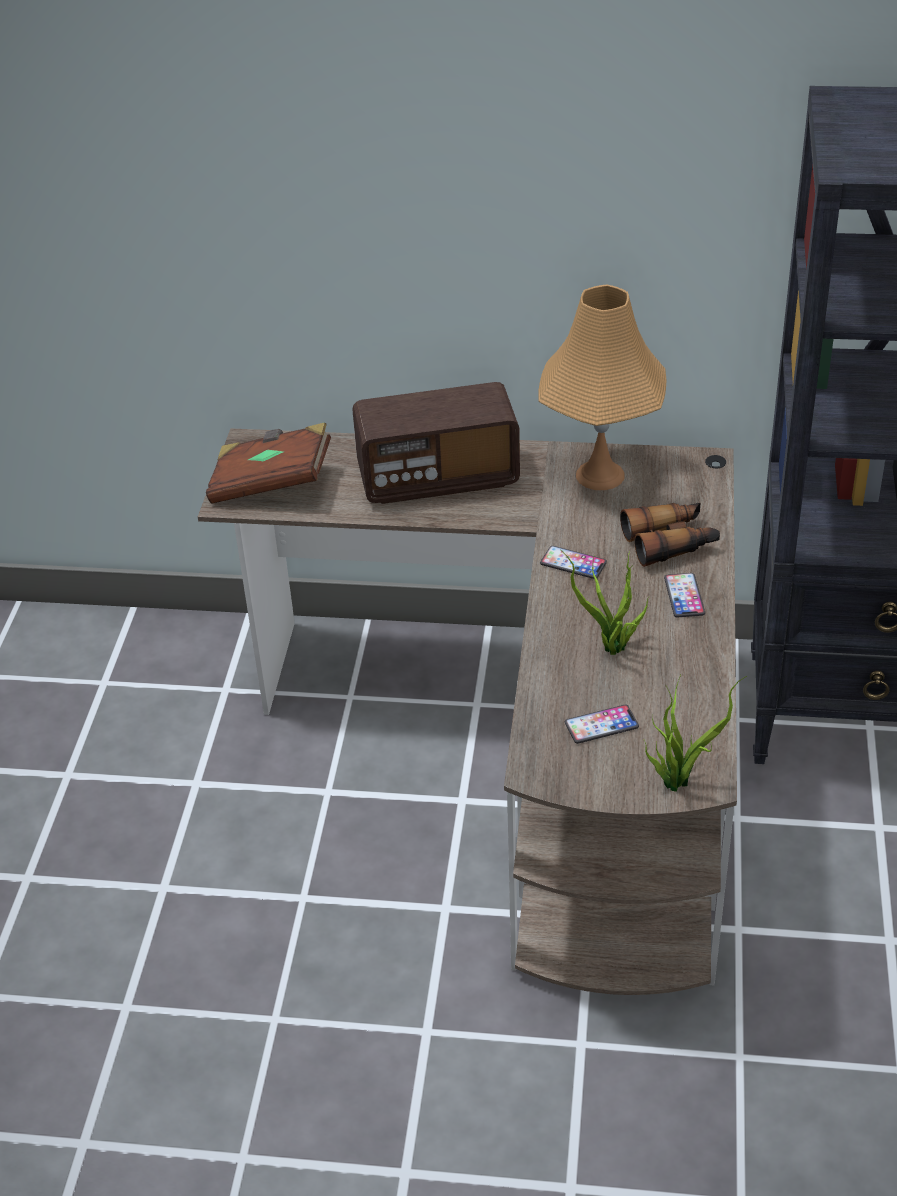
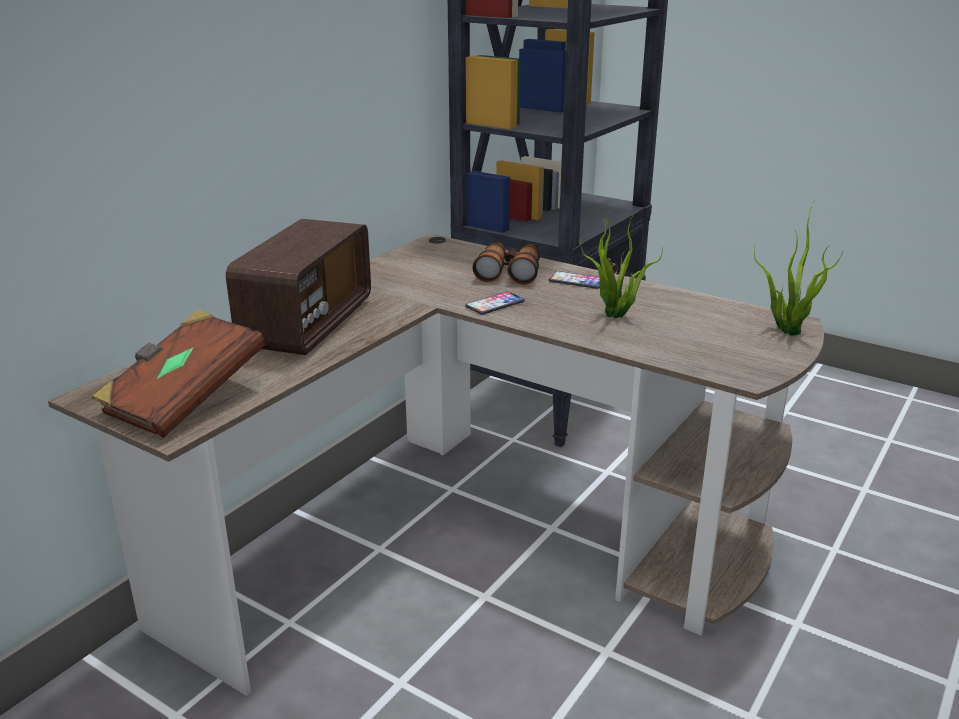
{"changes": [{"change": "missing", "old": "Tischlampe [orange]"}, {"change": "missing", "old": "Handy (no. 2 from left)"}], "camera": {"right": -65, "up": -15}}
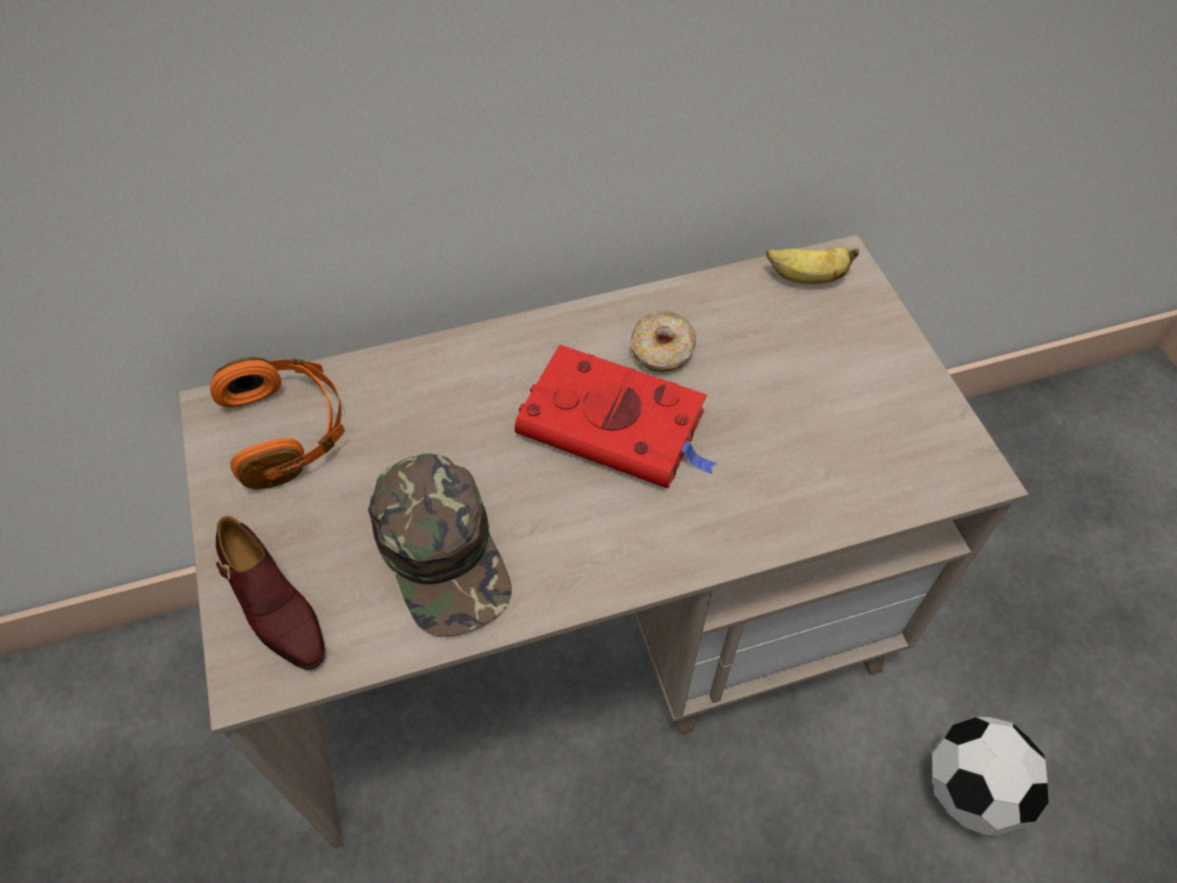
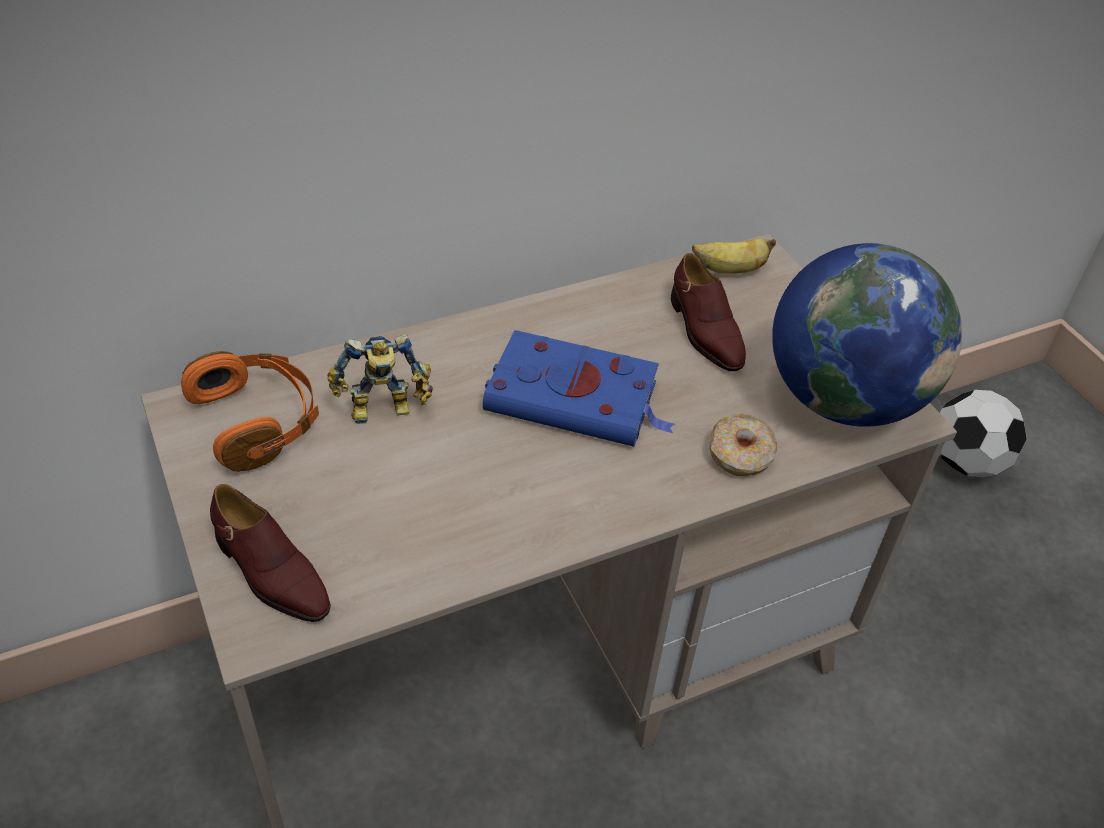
{"changes": [{"change": "missing", "old": "Kappe [grün]"}, {"change": "colour", "old": "Buch [rot]", "new": "Buch [blau]"}, {"change": "relocated", "old": "Donut"}, {"change": "relocated", "old": "Fußball"}, {"change": "appeared", "new": "Spielzeugroboter"}, {"change": "appeared", "new": "Schuh [braun] (no. 2 from left)"}, {"change": "appeared", "new": "Globus"}], "camera": {"right": -10, "up": -10}}
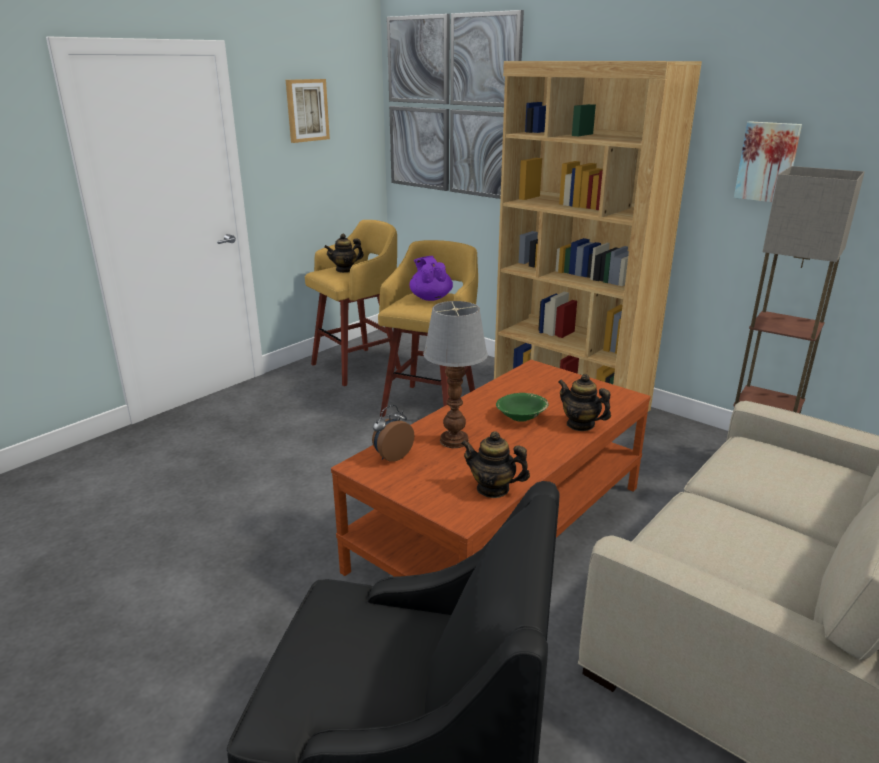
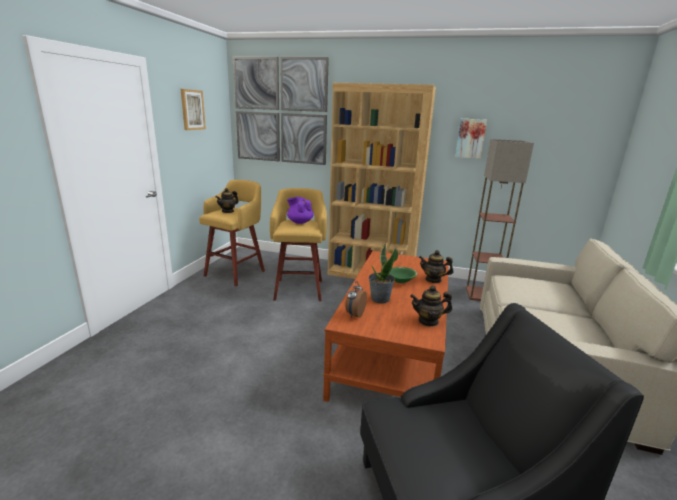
{"changes": [{"change": "exchanged", "old": "Tischlampe", "new": "Topfpflanze"}], "camera": {"right": -25, "up": -5}}
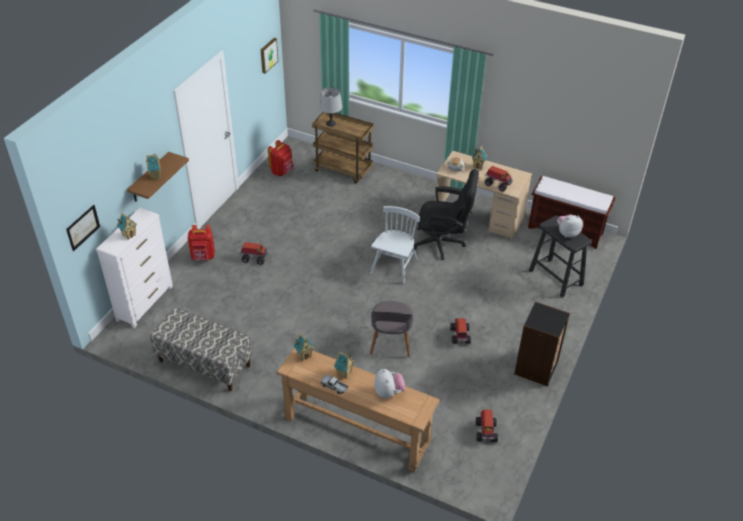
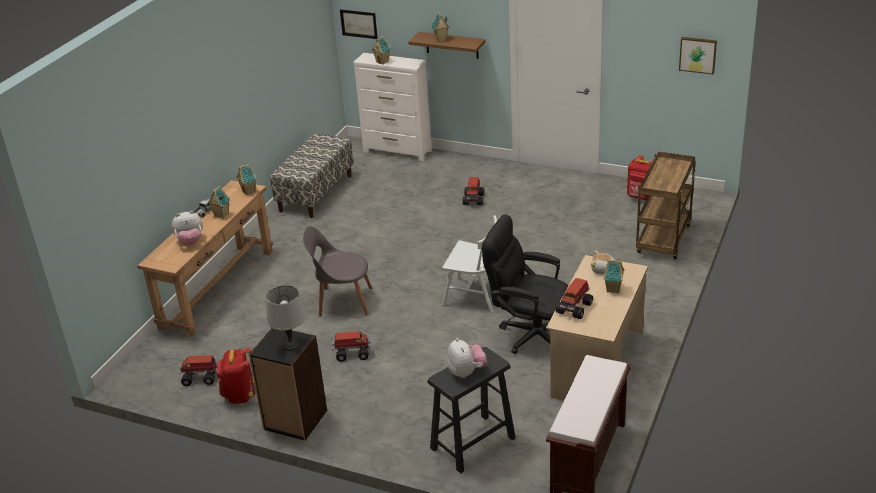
{"changes": [{"change": "relocated", "old": "Rucksack [rot] (no. 1 from left)"}, {"change": "relocated", "old": "Tischlampe [grau]"}, {"change": "spun", "old": "Bürostuhl [schwarz]", "degrees": 105}], "camera": {"right": 90, "up": -10}}
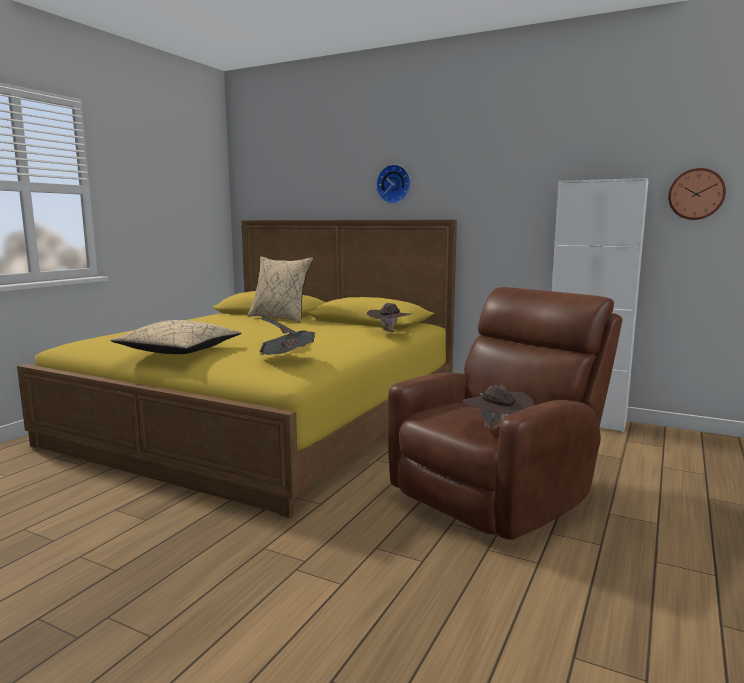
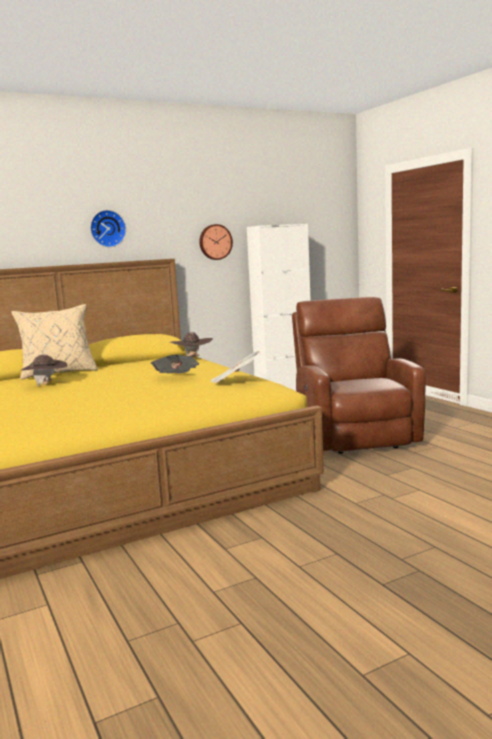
{"changes": [{"change": "missing", "old": "Kissen [beige] (no. 1 from left)"}, {"change": "relocated", "old": "Hut [braun] (no. 2 from left in the first image)", "new": "Hut [braun] (no. 1 from left)"}, {"change": "relocated", "old": "Wanduhr (no. 2 from left)"}], "camera": {"right": -55, "up": 0}}
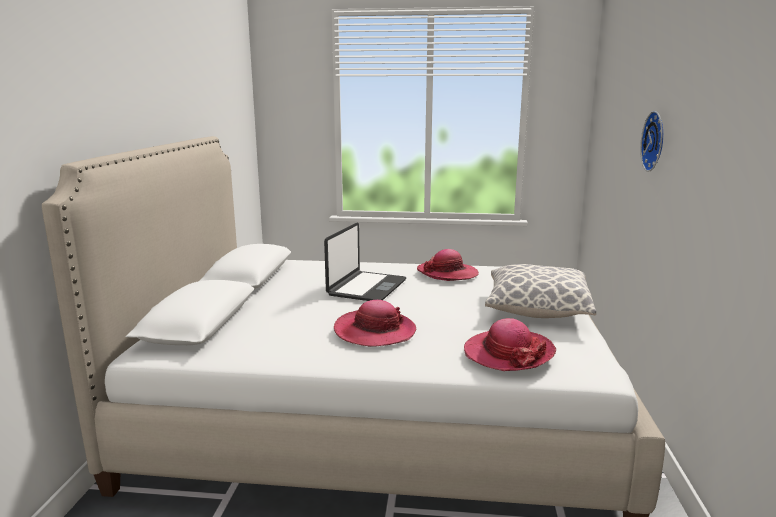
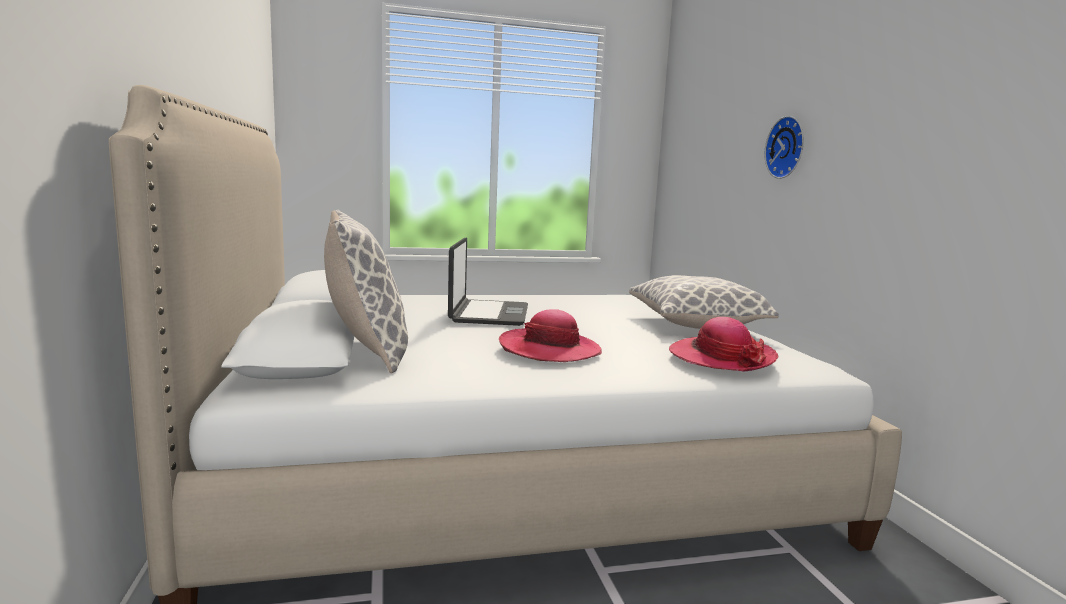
{"changes": [{"change": "missing", "old": "Hut (no. 2 from left)"}, {"change": "appeared", "new": "Kissen (no. 1 from left)"}], "camera": {"right": -20, "up": -5}}
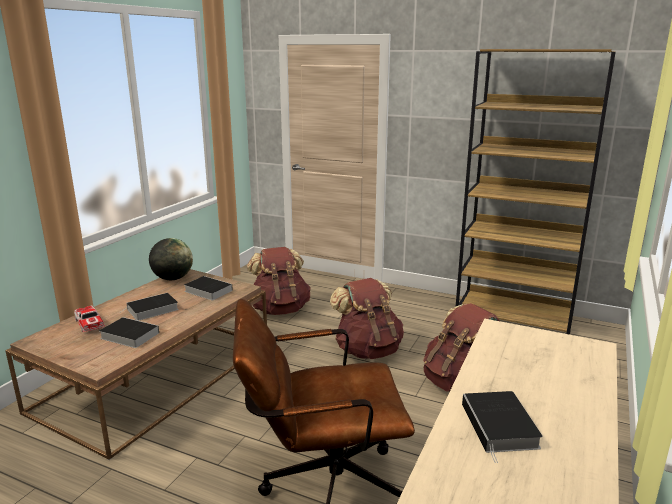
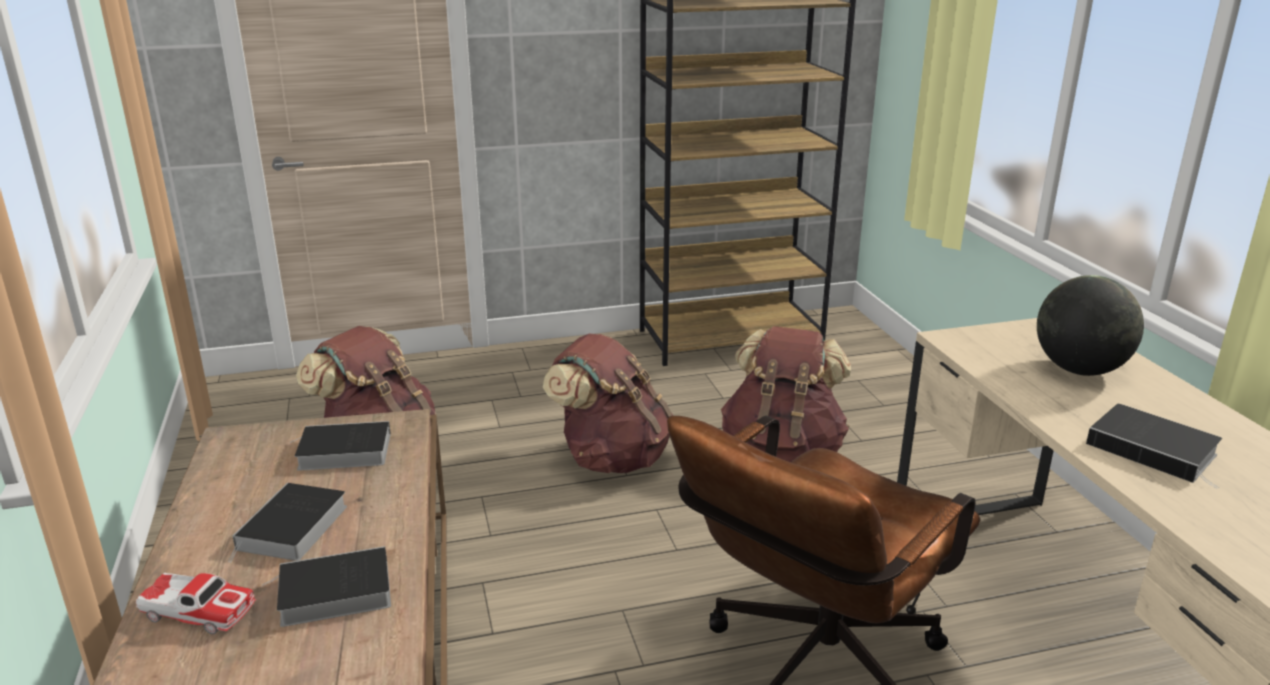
{"changes": [{"change": "relocated", "old": "Globus"}], "camera": {"right": -40, "up": 5}}
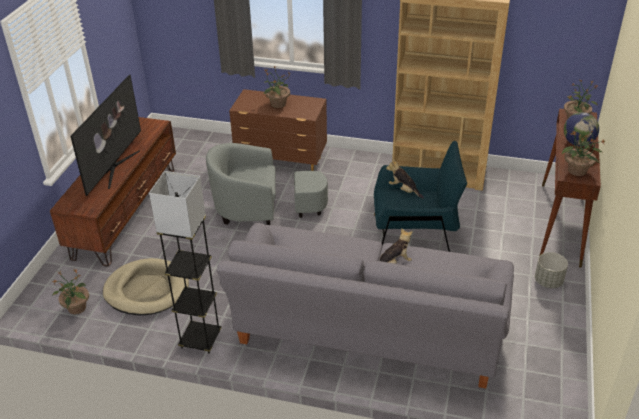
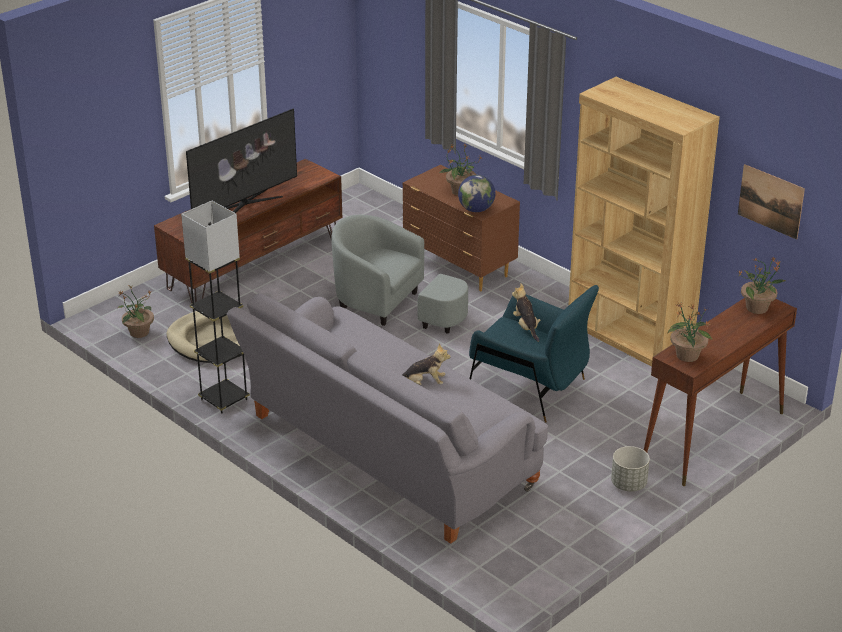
{"changes": [{"change": "relocated", "old": "Globus"}, {"change": "appeared", "new": "Bild"}], "camera": {"right": 30, "up": -5}}
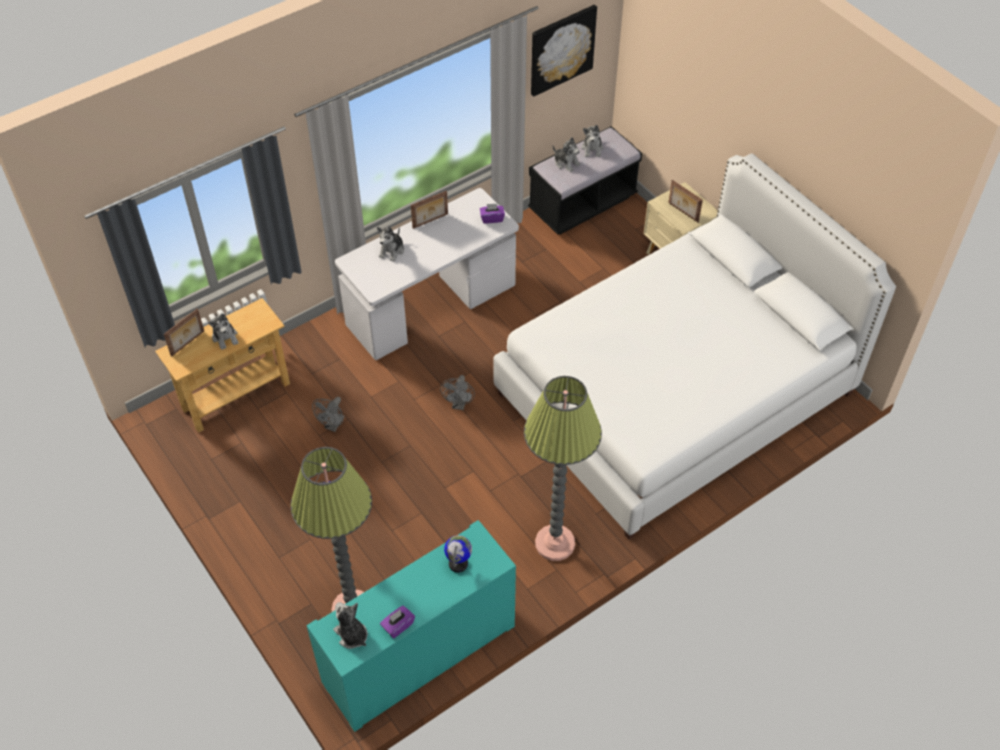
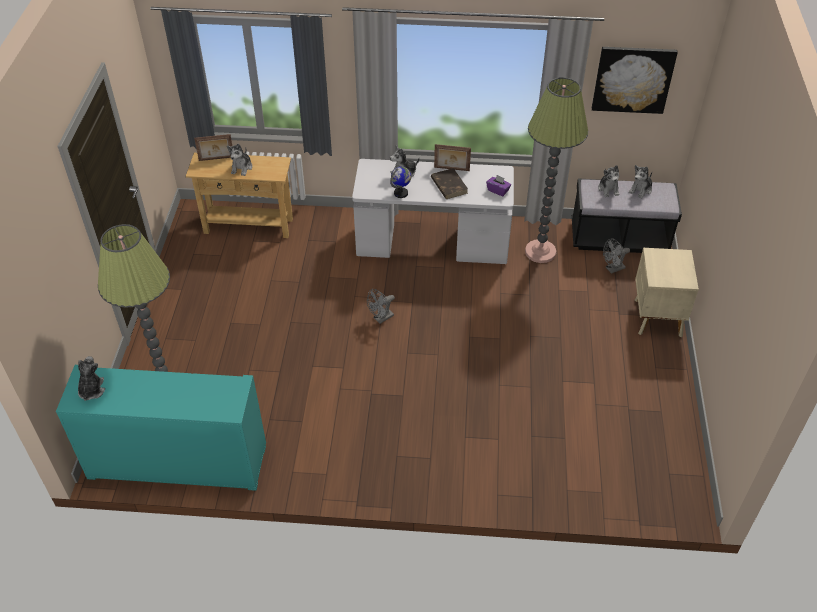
{"changes": [{"change": "relocated", "old": "Ventilator [grau] (no. 1 from left in the first image)", "new": "Ventilator [grau] (no. 2 from left)"}, {"change": "missing", "old": "Taschentuchbox [lila] (no. 1 from left)"}, {"change": "relocated", "old": "Globus"}, {"change": "missing", "old": "Bett [weiß]"}, {"change": "relocated", "old": "Stehlampe (no. 2 from left)"}, {"change": "missing", "old": "Bilderrahmen (no. 3 from left)"}, {"change": "appeared", "new": "Buch [braun]"}], "camera": {"right": 40, "up": -5}}
